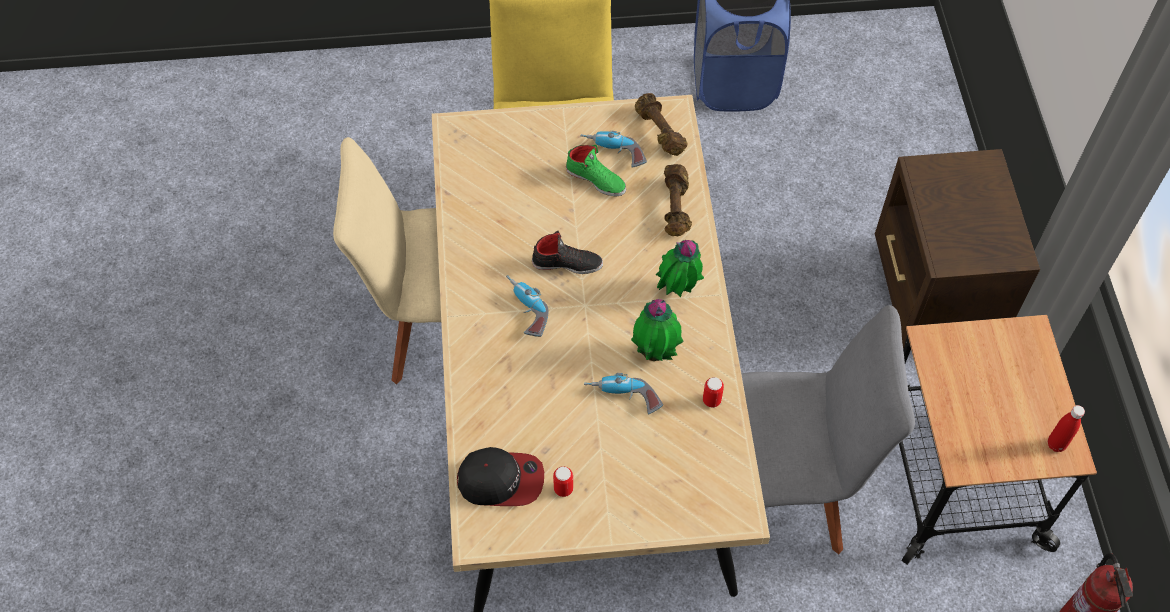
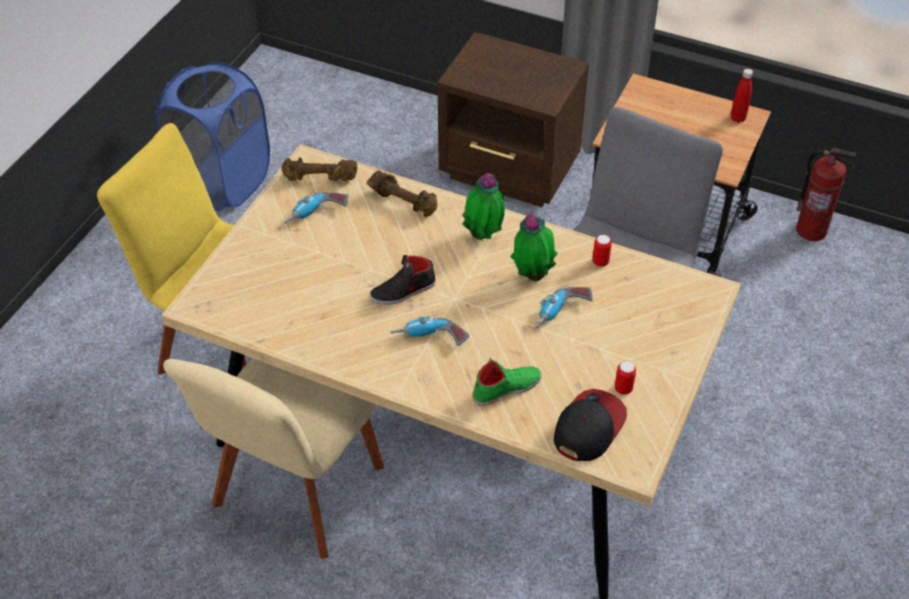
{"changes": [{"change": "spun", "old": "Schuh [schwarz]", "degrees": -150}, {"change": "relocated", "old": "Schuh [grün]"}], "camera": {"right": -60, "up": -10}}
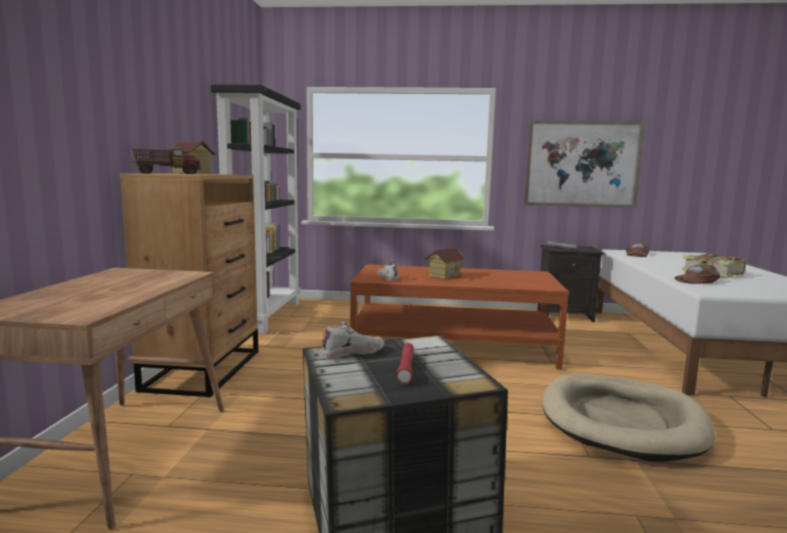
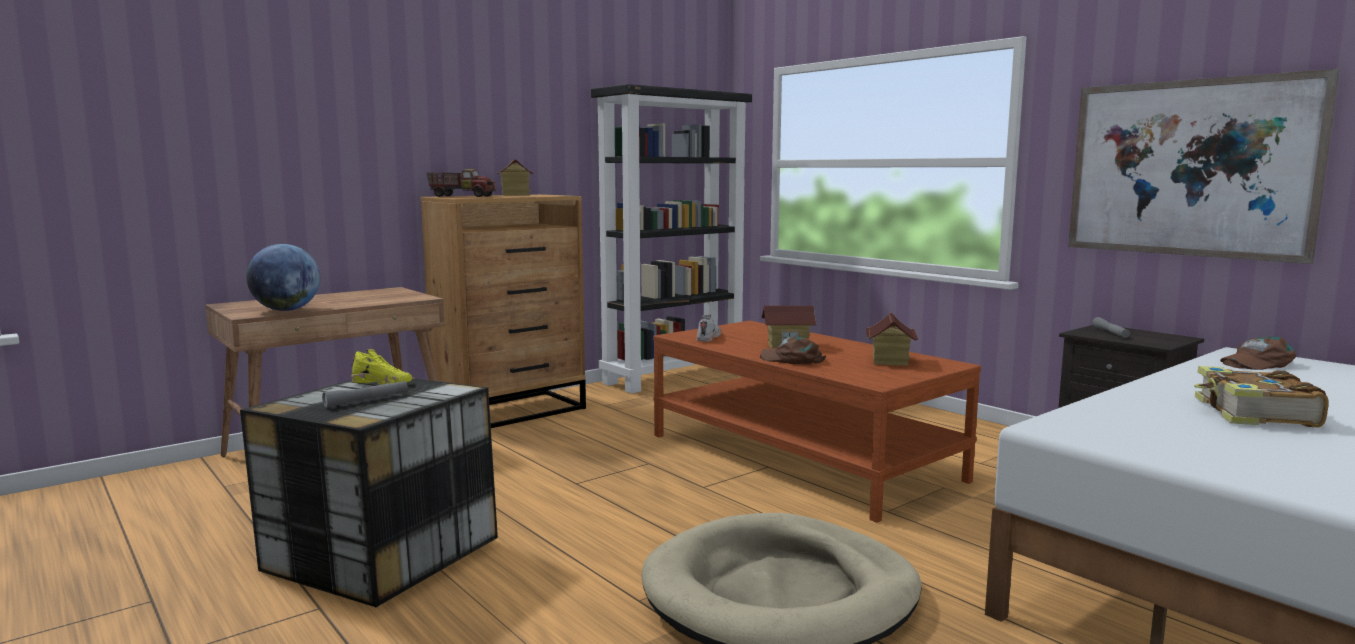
{"changes": [{"change": "colour", "old": "Schuh [weiß] (no. 1 from left)", "new": "Schuh [gelb]"}, {"change": "colour", "old": "Taschenlampe [rot]", "new": "Taschenlampe [grau] (no. 1 from left)"}, {"change": "relocated", "old": "Kappe [braun] (no. 2 from left in the first image)", "new": "Kappe [braun] (no. 1 from left)"}, {"change": "appeared", "new": "Globus"}, {"change": "appeared", "new": "Spielzeughaus (no. 3 from left)"}], "camera": {"right": 45, "up": 0}}
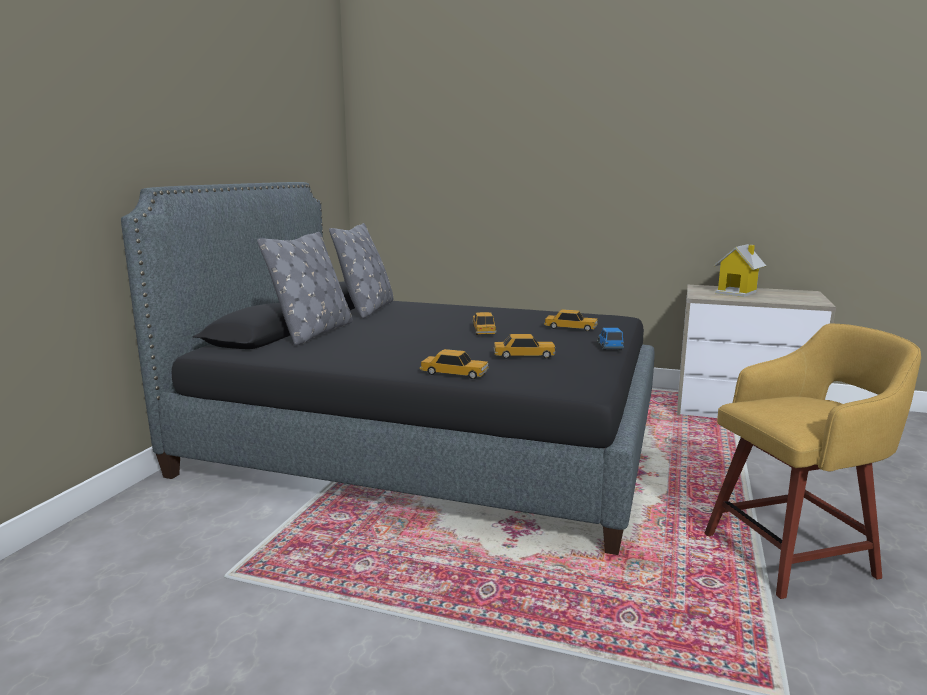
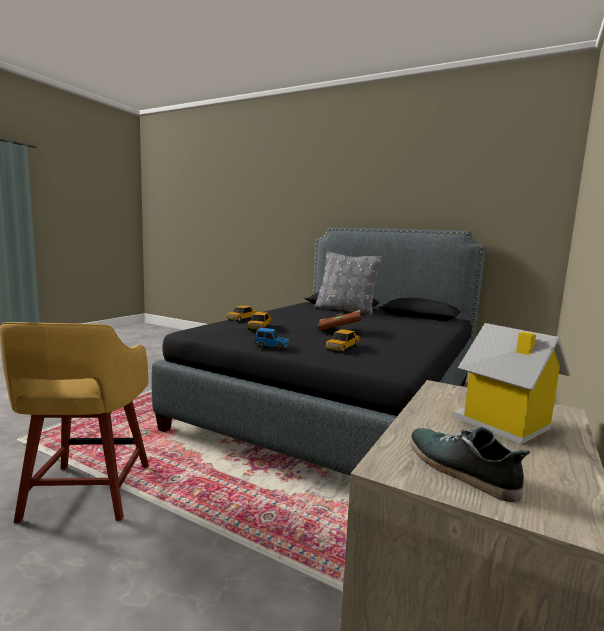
{"changes": [{"change": "missing", "old": "Kissen [grau] (no. 2 from left)"}, {"change": "exchanged", "old": "Spielzeugauto (no. 2 from left)", "new": "Buch [braun]"}, {"change": "appeared", "new": "Schuh"}], "camera": {"right": 100, "up": -5}}
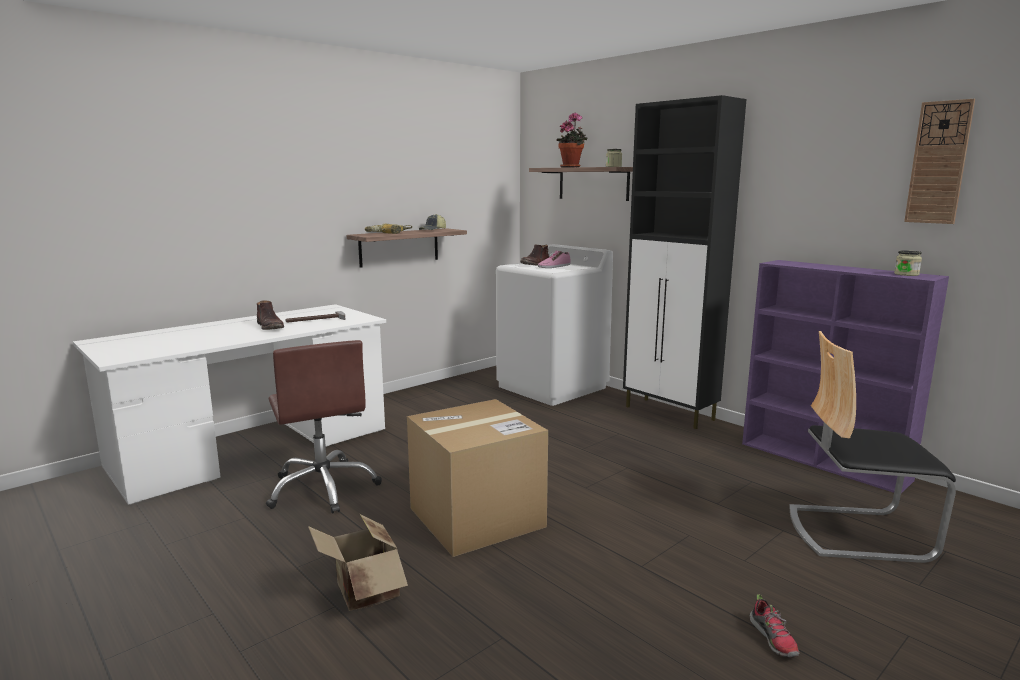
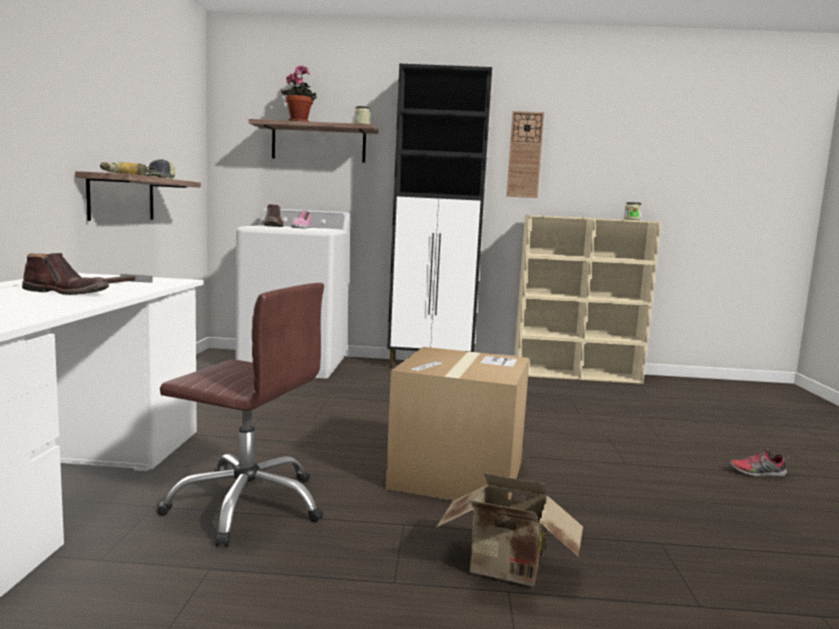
{"changes": [{"change": "colour", "old": "Bücherregal [lila]", "new": "Bücherregal [beige]"}, {"change": "spun", "old": "Schuh (no. 2 from left)", "degrees": 150}, {"change": "missing", "old": "Stuhl"}, {"change": "relocated", "old": "Wanduhr"}], "camera": {"right": -45, "up": -5}}
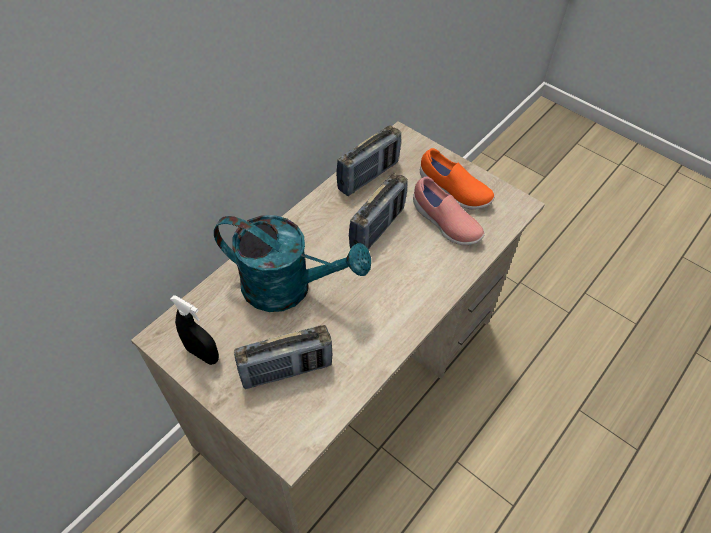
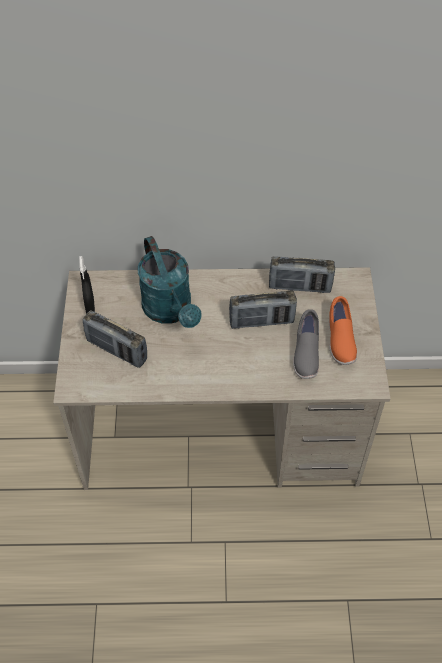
{"changes": [{"change": "colour", "old": "Schuh [rosa]", "new": "Schuh [grau]"}], "camera": {"right": 50, "up": 0}}
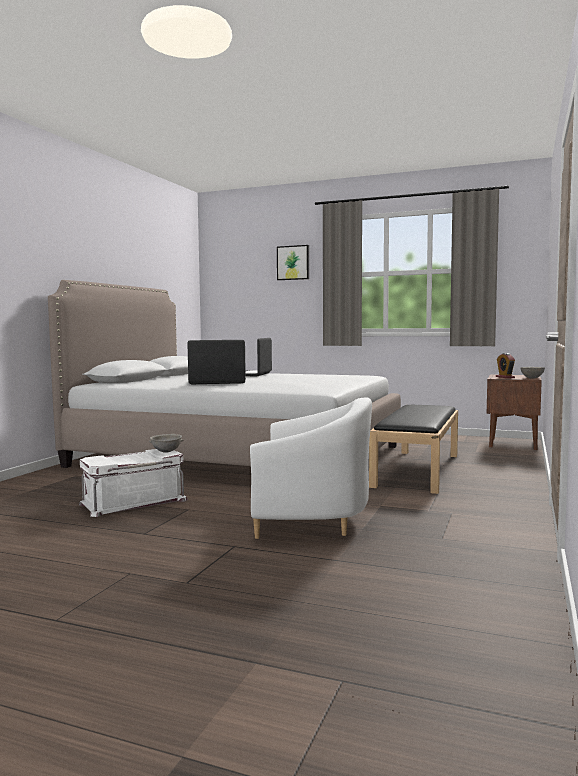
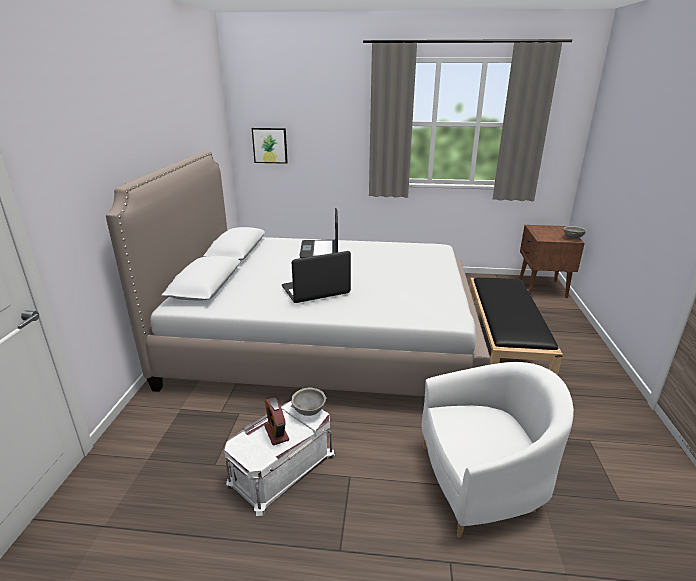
{"changes": [{"change": "relocated", "old": "Bild"}, {"change": "relocated", "old": "Wecker"}], "camera": {"right": -15, "up": 20}}
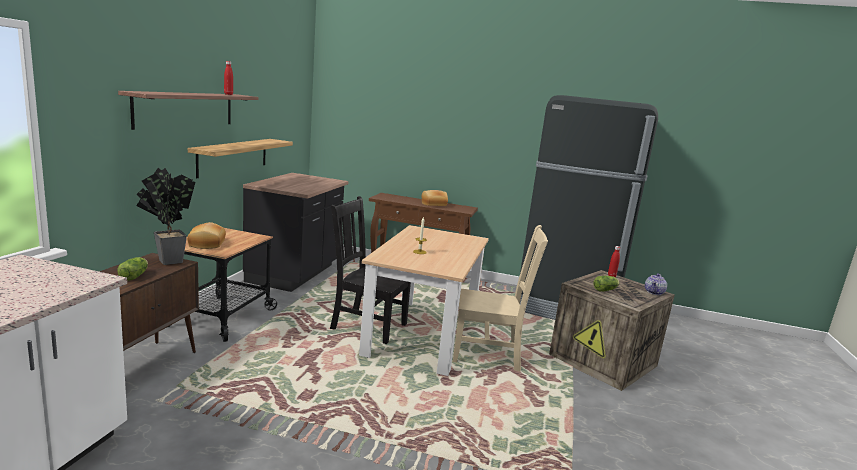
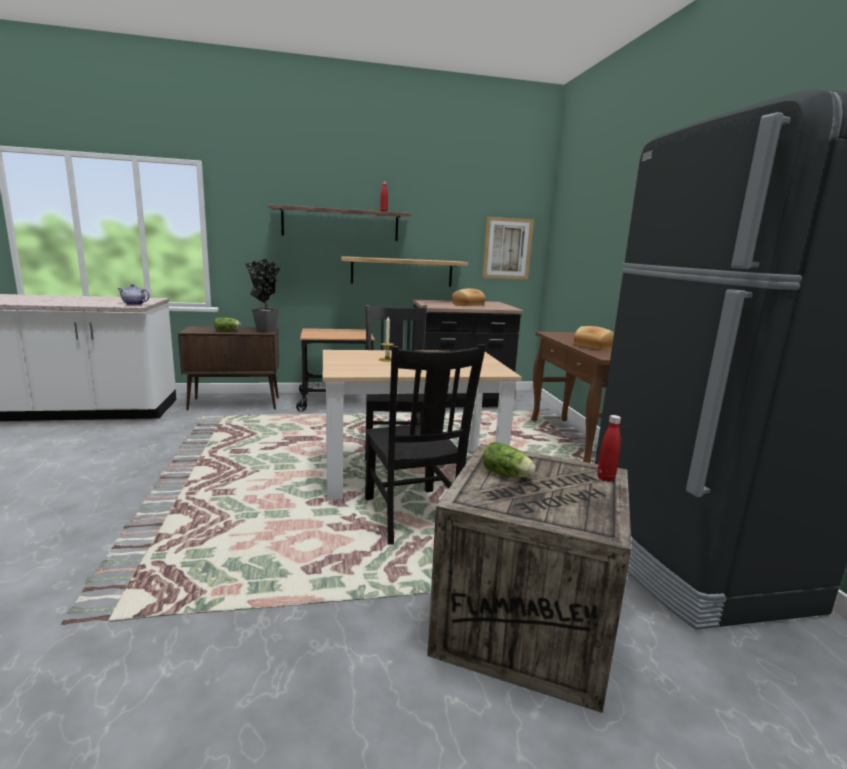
{"changes": [{"change": "relocated", "old": "Brot (no. 1 from left)"}, {"change": "colour", "old": "Stuhl [beige]", "new": "Stuhl [schwarz] (no. 2 from left)"}, {"change": "relocated", "old": "Teekanne"}, {"change": "appeared", "new": "Bild"}], "camera": {"right": 65, "up": 0}}
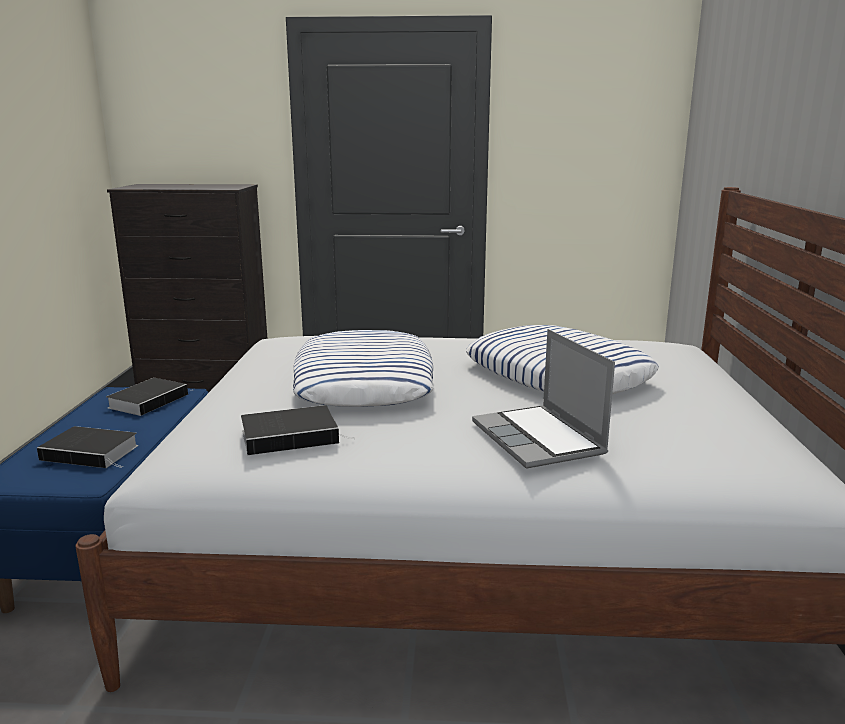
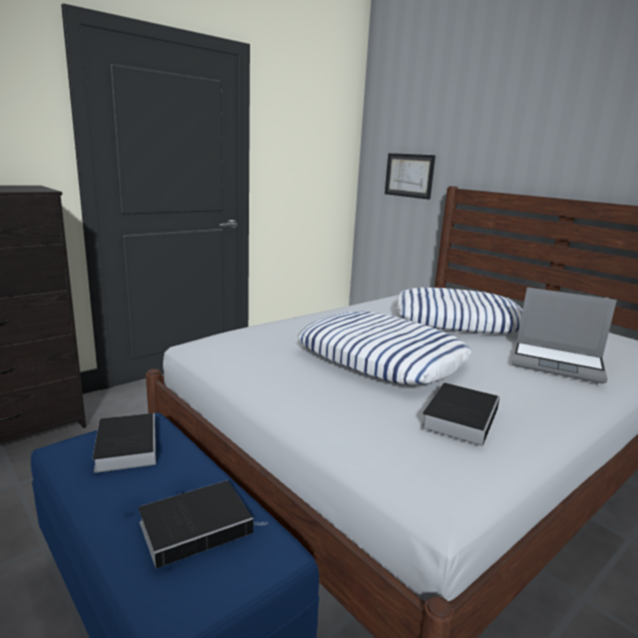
{"changes": [{"change": "appeared", "new": "Bild"}], "camera": {"right": -45, "up": 0}}
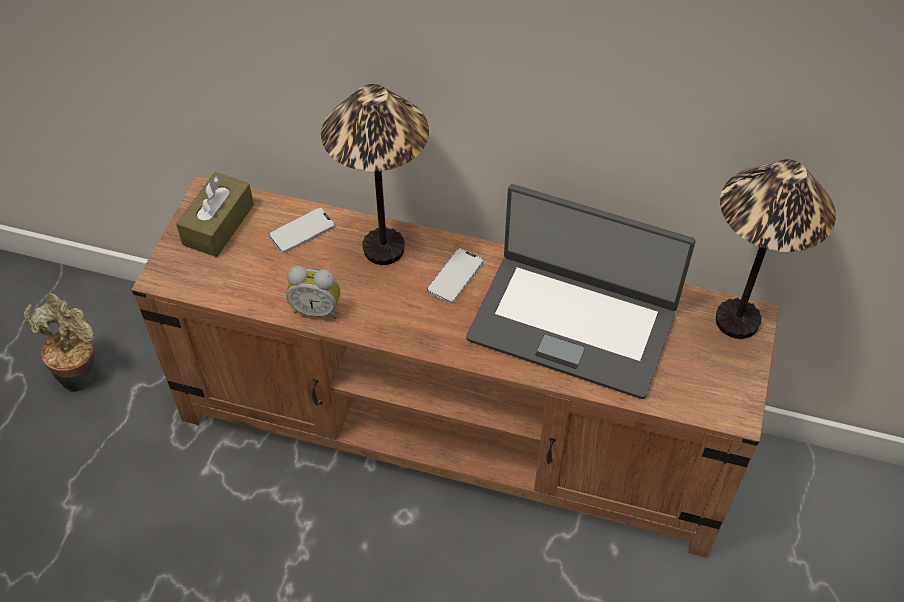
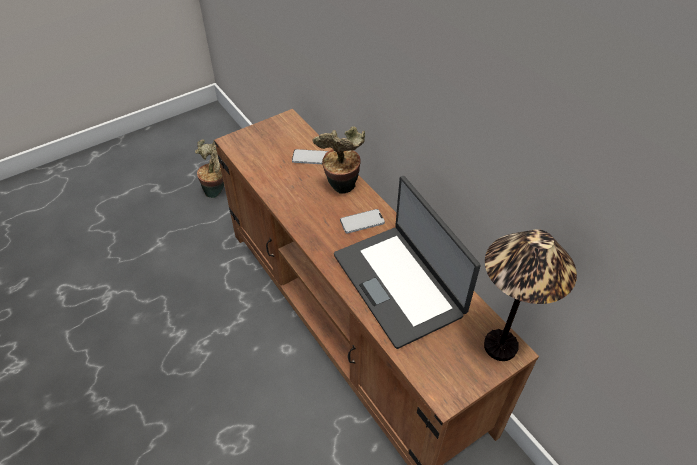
{"changes": [{"change": "missing", "old": "Taschentuchbox [braun]"}, {"change": "missing", "old": "Wecker"}, {"change": "exchanged", "old": "Tischlampe (no. 1 from left)", "new": "Topfpflanze (no. 2 from left)"}], "camera": {"right": 40, "up": -5}}
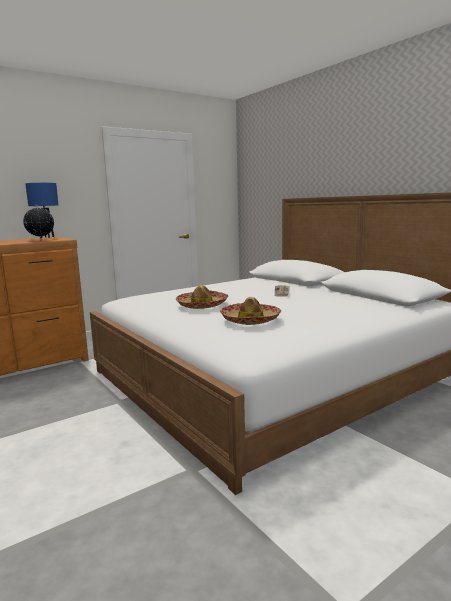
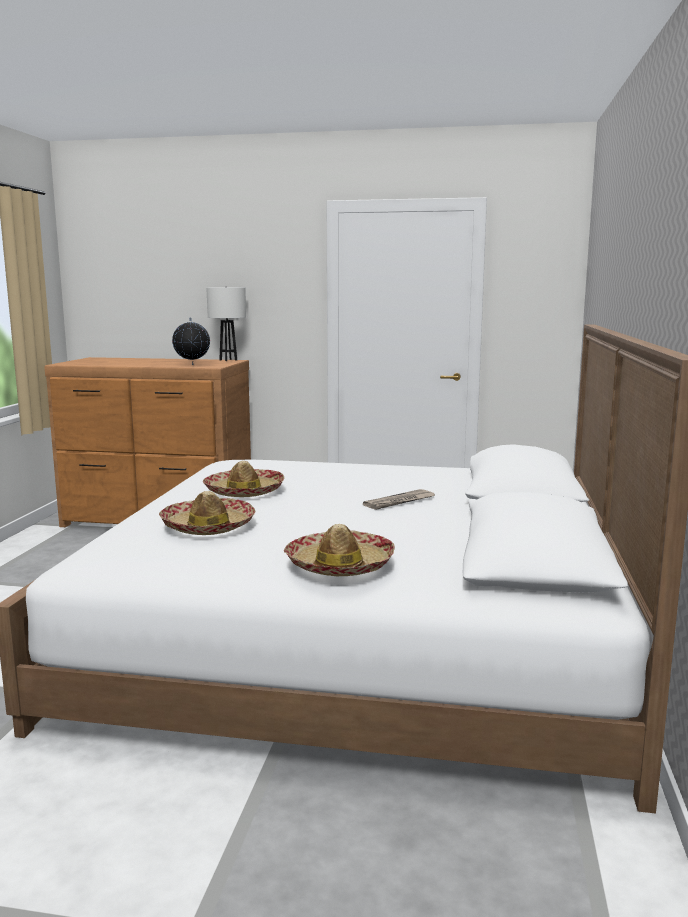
{"changes": [{"change": "colour", "old": "Tischlampe [blau]", "new": "Tischlampe [weiß]"}, {"change": "appeared", "new": "Hut (no. 3 from left)"}], "camera": {"right": 45, "up": 0}}
